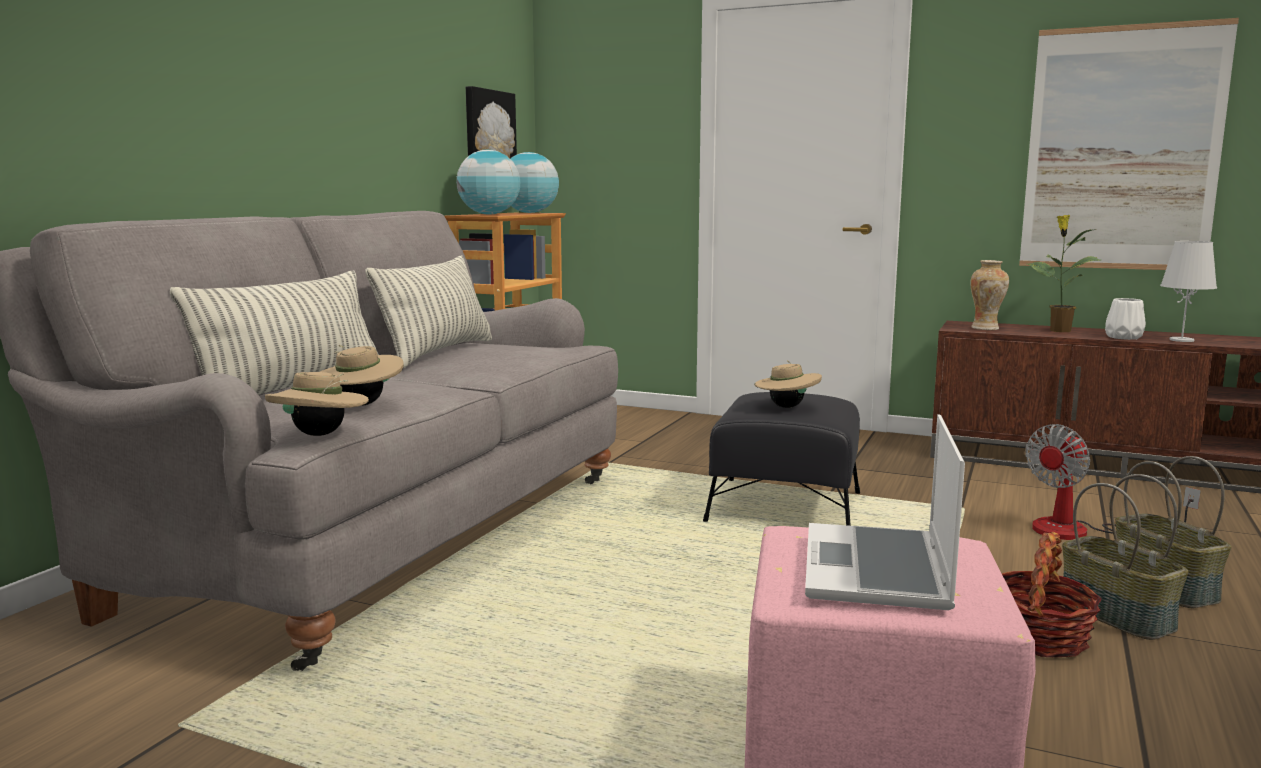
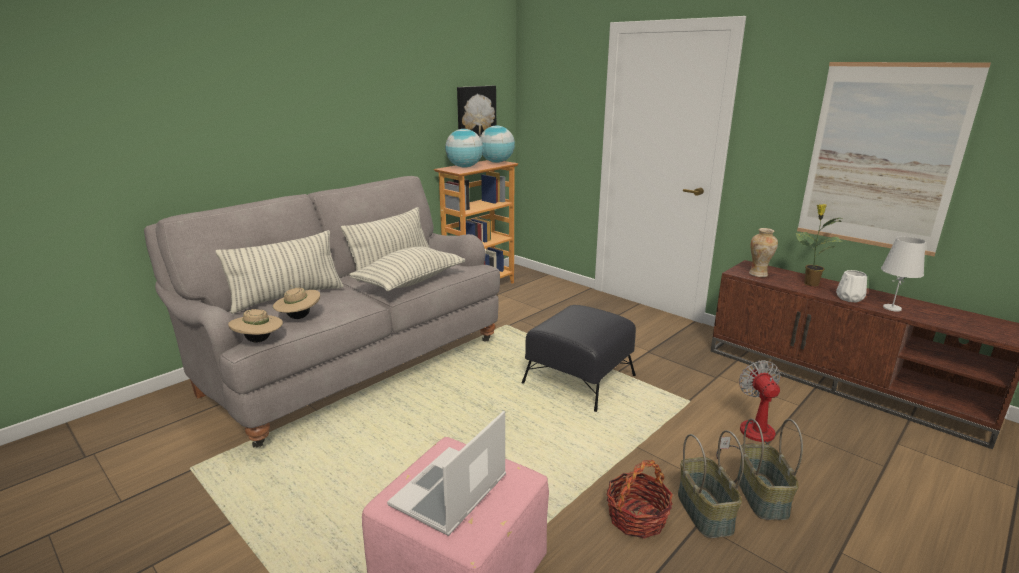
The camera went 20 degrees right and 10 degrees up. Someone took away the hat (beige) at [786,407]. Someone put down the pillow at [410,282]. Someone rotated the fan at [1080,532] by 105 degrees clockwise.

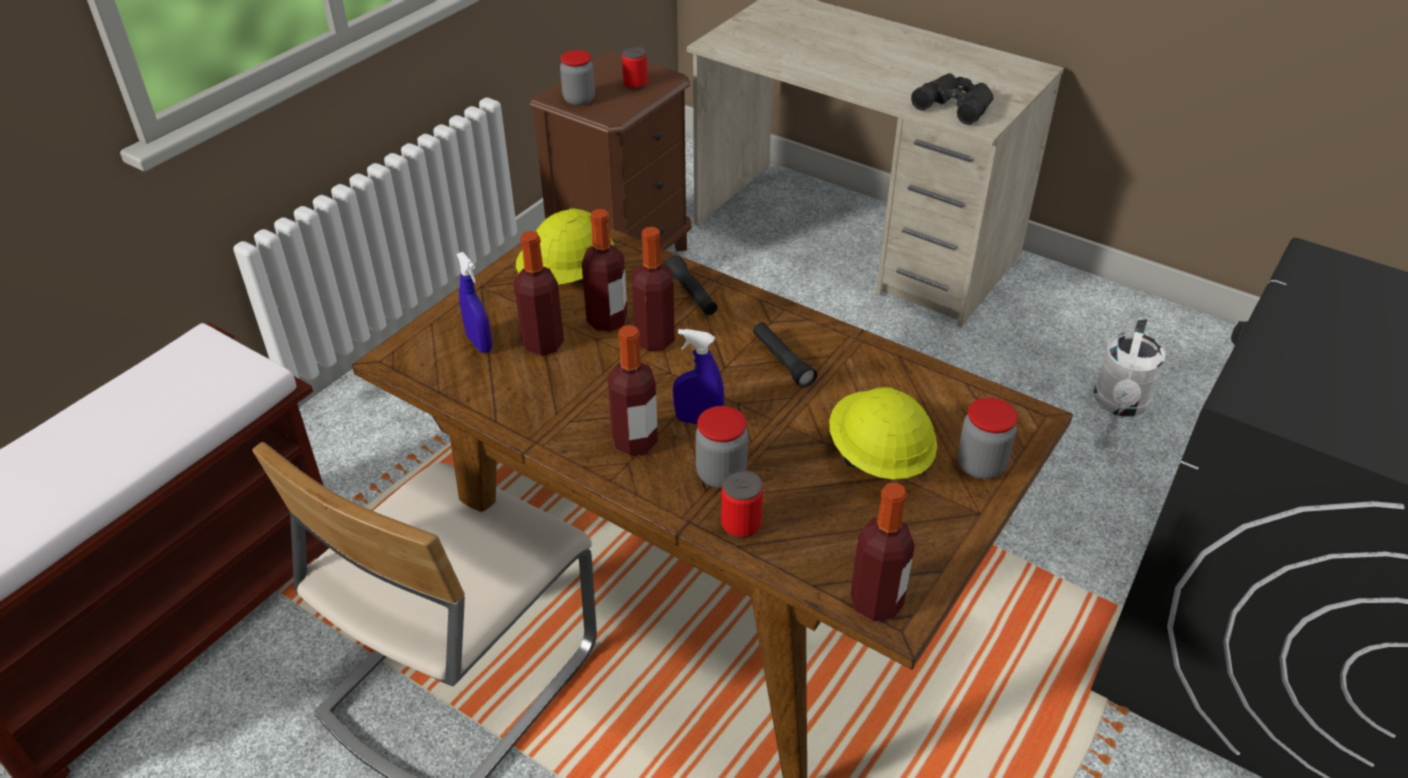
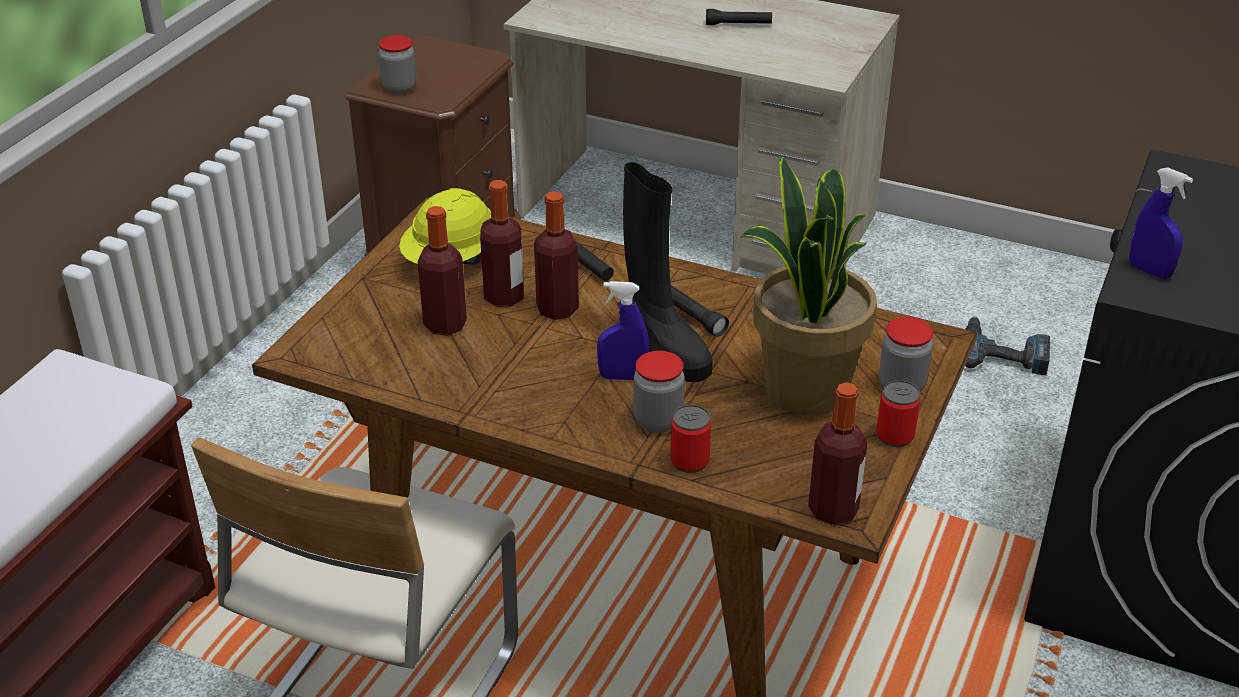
The camera went 10 degrees left and 5 degrees down. Someone took away the bottle at [635,442]. Someone took away the binoculars (black) at [956,104]. Someone put down the boot (black) at [663,348]. Someone put down the flashlight (black) at [738,24]. Someone carried the spray bottle (blue) from [479,343] to [1149,271]. Someone carried the can from [635,85] to [895,436]. Someone swapped the hard hat (yellow) at [878,457] for the potted plant at [804,389]. Someone swapped the watering can (white) at [1120,405] for the power drill at [1003,353].

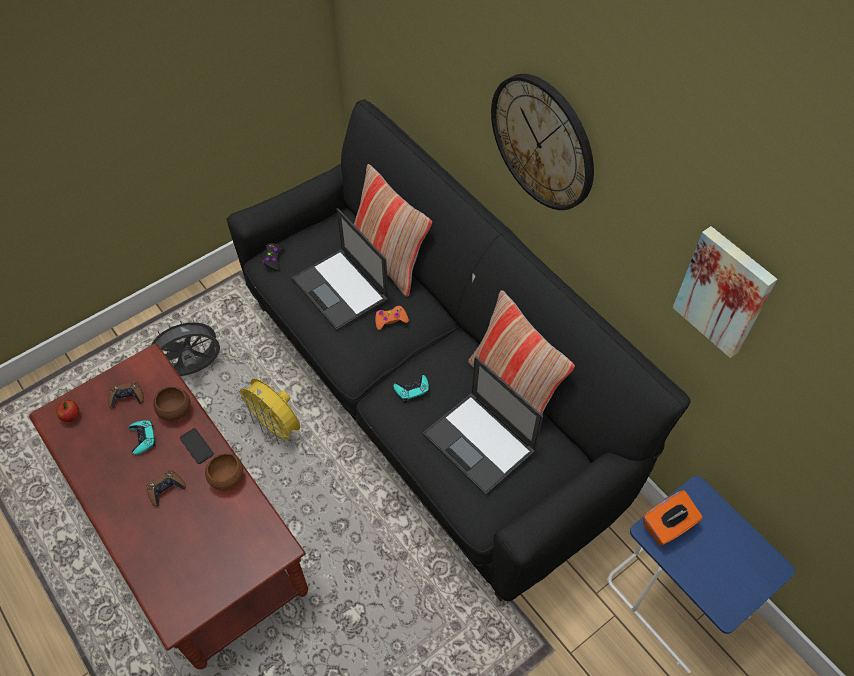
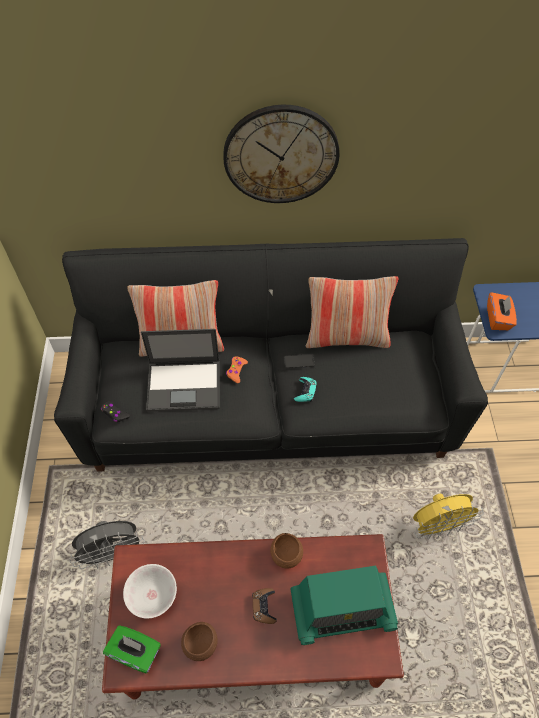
The camera went 55 degrees left and 0 degrees up. Someone took away the game controller (turquoise) at [143,438]. Someone took away the laptop at [480,443]. Someone took away the picture at [725,291]. Someone put down the radio at [342,609]. Someone carried the bowl (brown) from [175,411] to [201,644]. Someone carried the phone from [196,446] to [299,361]. Someone carried the fan (yellow) from [276,428] to [438,526]. Someone swapped the apple at [71,416] for the tissue box (green) at [135,652]. Someone swapped the game controller (brown) at [127,397] for the bowl (white) at [152,595]. Someone rotated the fan (grey) at [193,370] by 120 degrees counterclockwise.

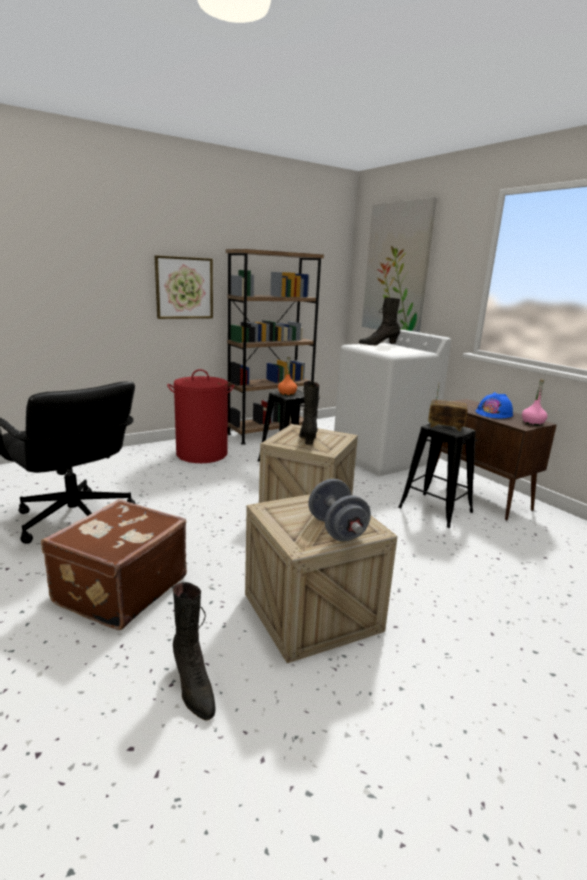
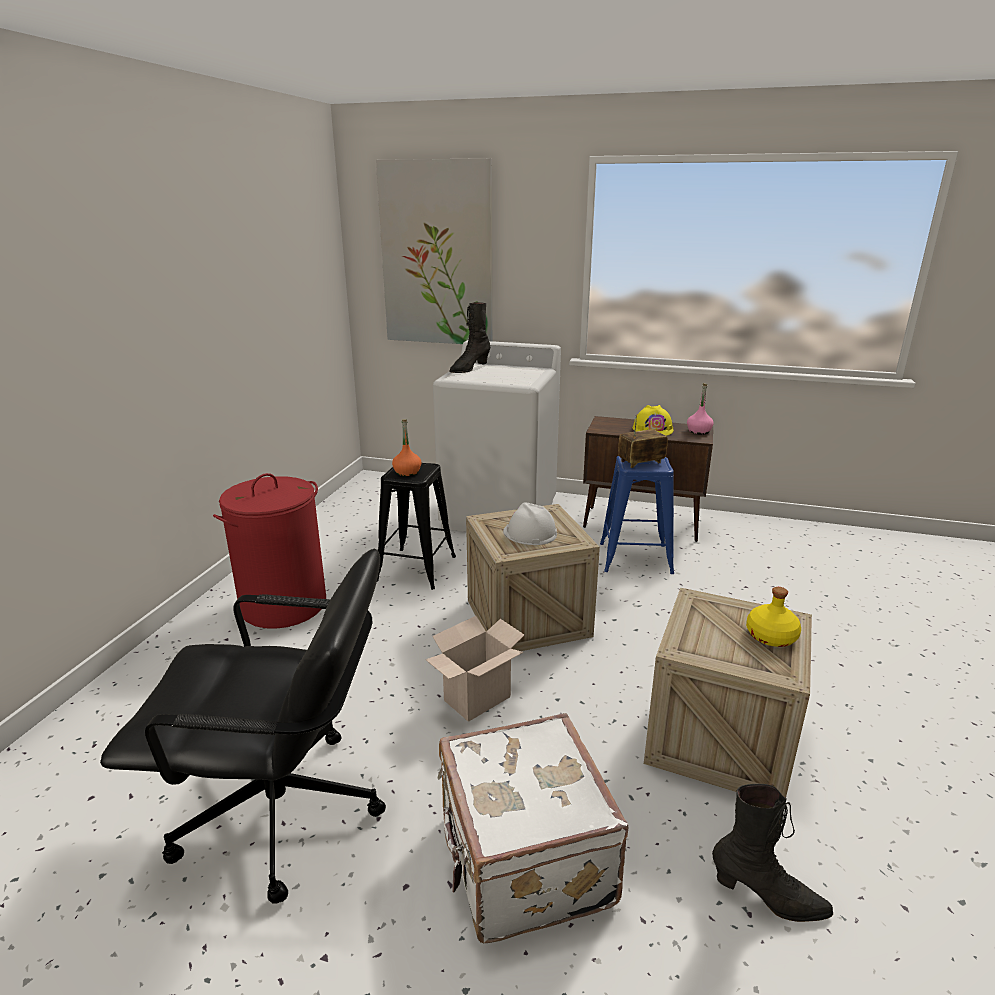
The camera went 40 degrees left and 5 degrees up. Someone took away the picture at [184,288]. Someone took away the bookcase (brown) at [269,433]. Someone put down the cardboard box at [477,700]. Someone swapped the boot (black) at [308,439] for the hard hat (white) at [529,533]. Someone swapped the dumbbell (grey) at [337,530] for the bottle (yellow) at [770,636]. Someone repainted the suitcase (brown) at [119,589], which became the suitcase (white) at [522,860]. Someone repainted the stool (black) at [435,510], which became the stool (blue) at [635,558]. Someone repainted the hard hat (blue) at [494,413], which became the hard hat (yellow) at [653,429].

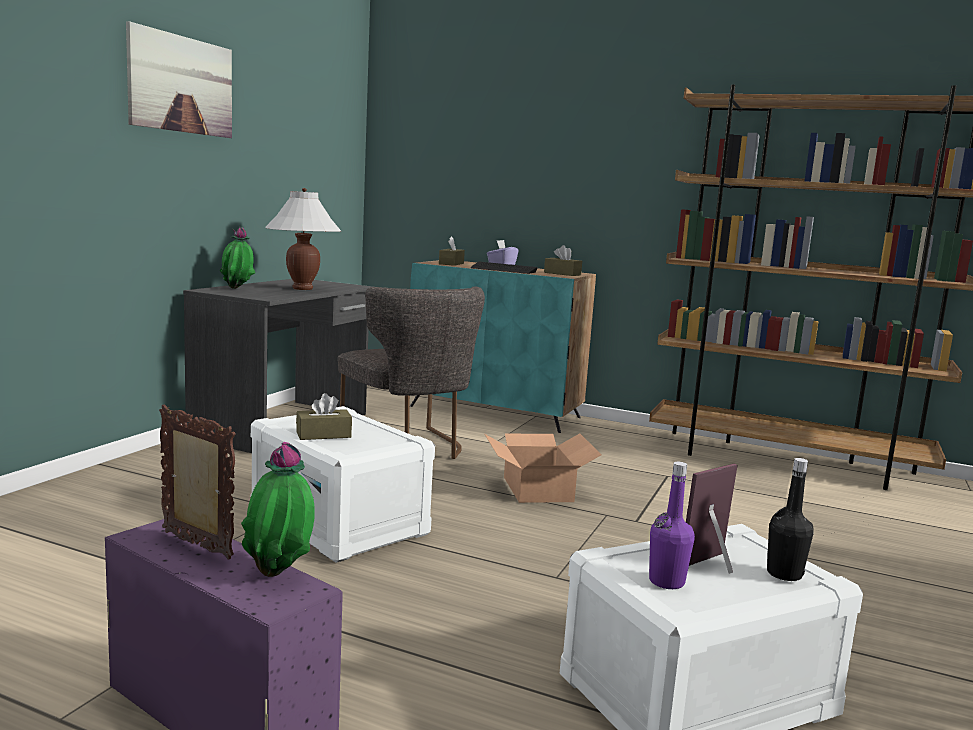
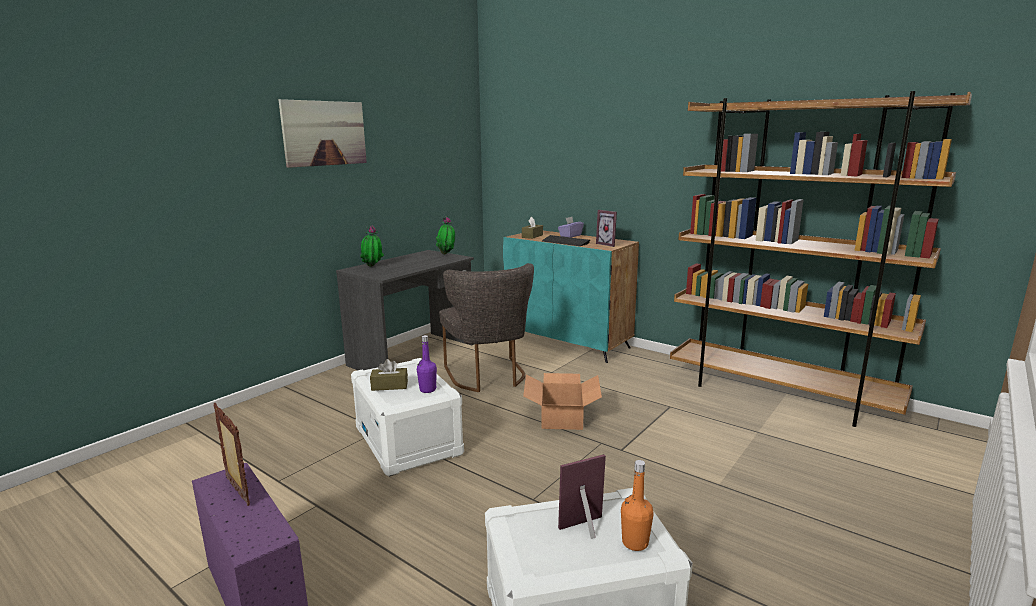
The camera went 15 degrees right and 5 degrees up. Someone took away the table lamp (white) at [303,288]. Someone carried the potted plant from [280,574] to [447,254]. Someone carried the bottle (purple) from [666,582] to [427,390]. Someone swapped the tissue box (brown) at [562,274] for the picture frame at [608,244]. Someone repainted the bottle (black) at [784,574], which became the bottle (orange) at [635,543].

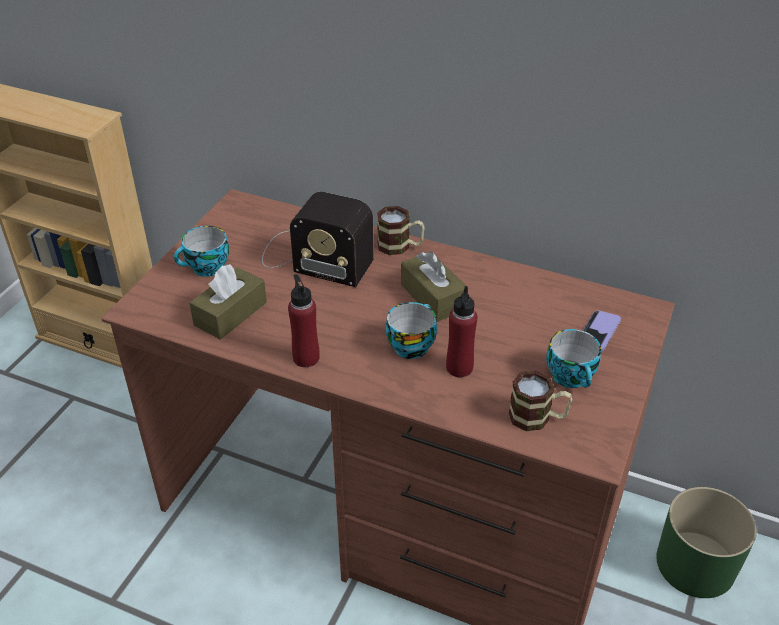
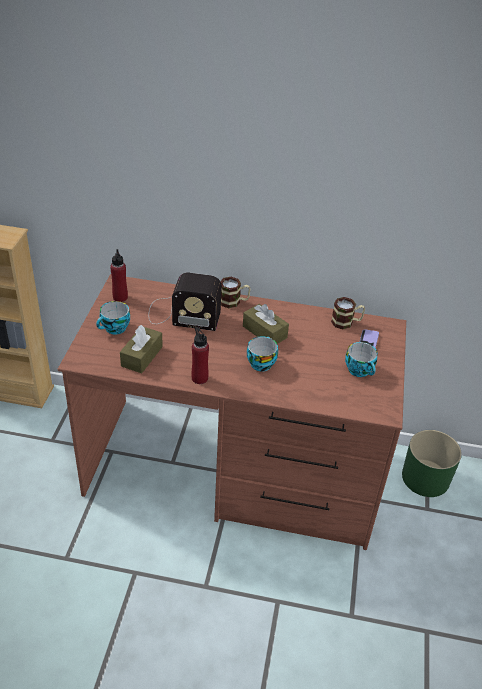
The camera went 15 degrees left and 0 degrees up. Someone carried the bottle (red) from [459,368] to [120,297]. Someone carried the mug from [538,418] to [346,322].

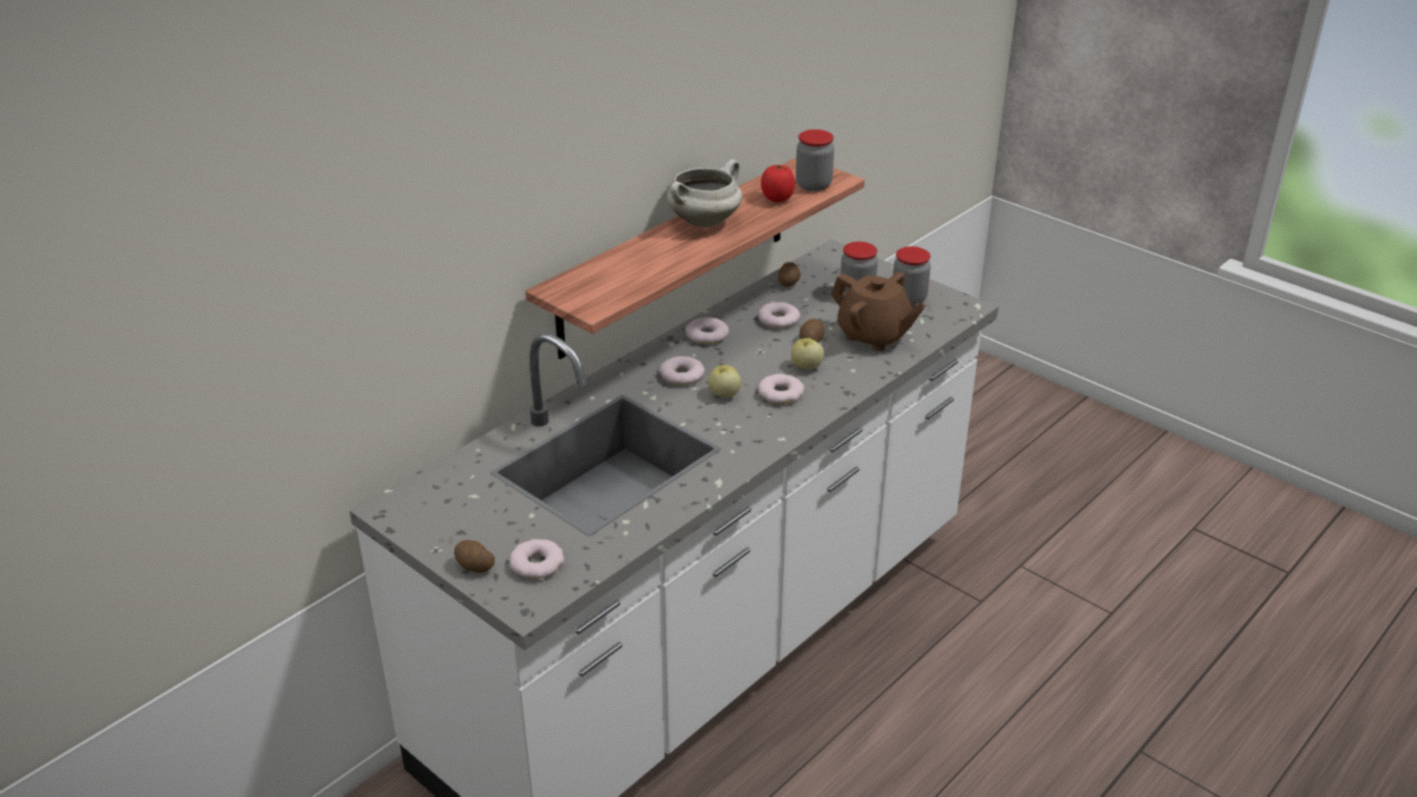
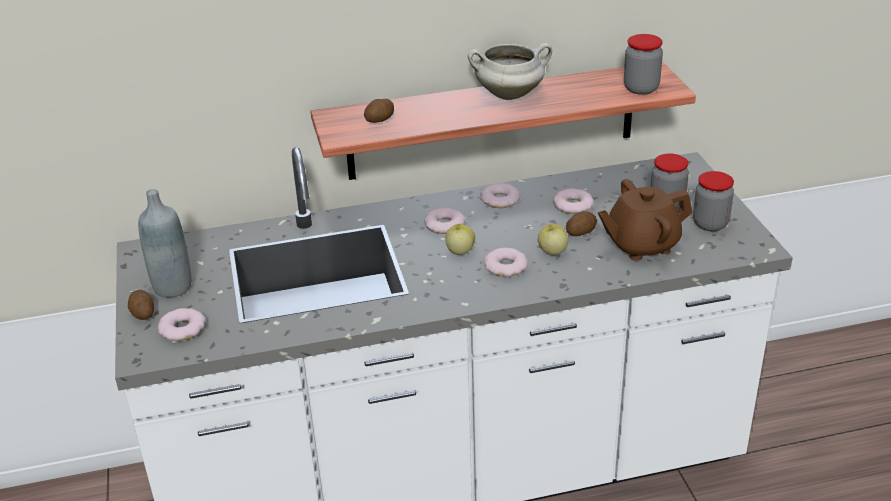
The camera went 35 degrees right and 0 degrees up. Someone took away the tomato at [777,199]. Someone put down the bottle (grey) at [172,287]. Someone carried the potato from [789,283] to [380,120]. Someone rotated the teapot (brown) at [874,335] by 90 degrees clockwise.

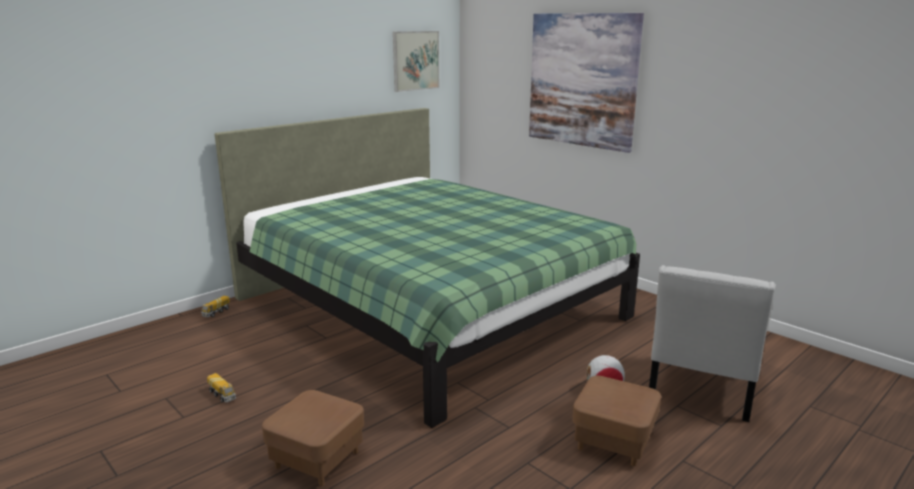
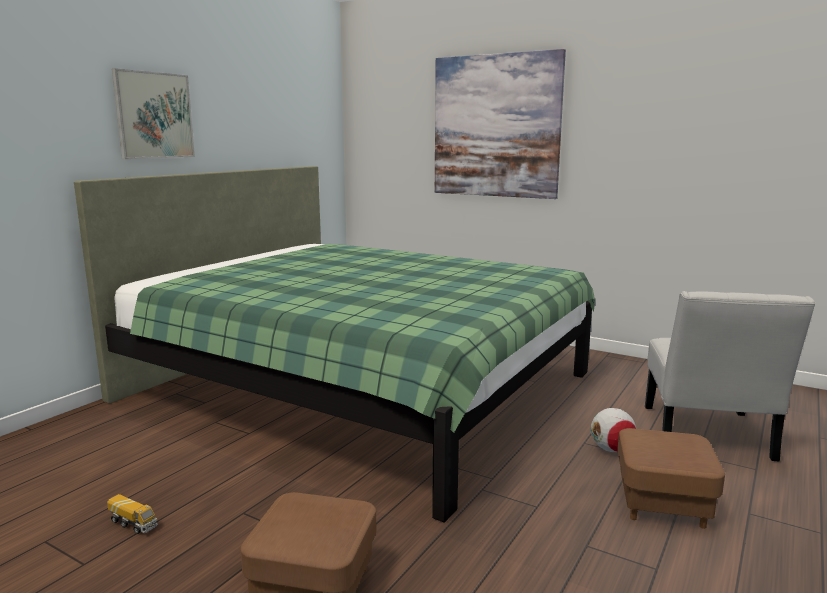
The camera went 15 degrees left and 5 degrees down. Someone took away the toy truck at [216,312]. Someone carried the picture from [416,60] to [154,115].

